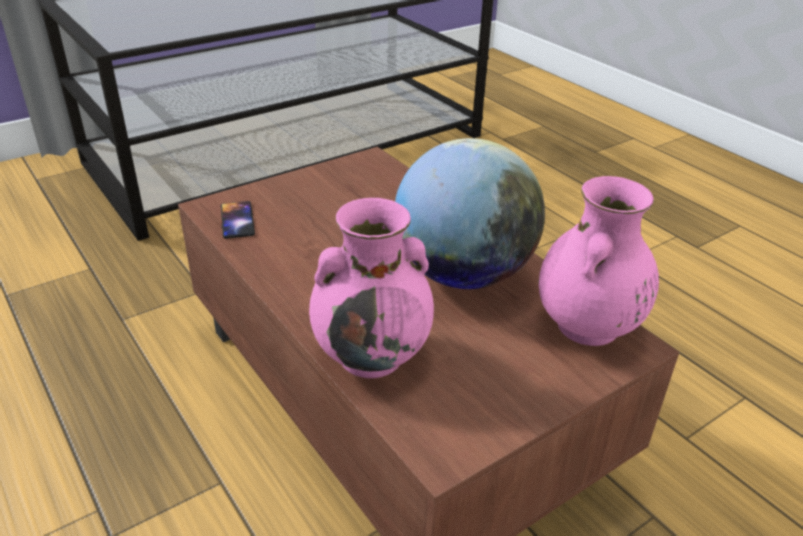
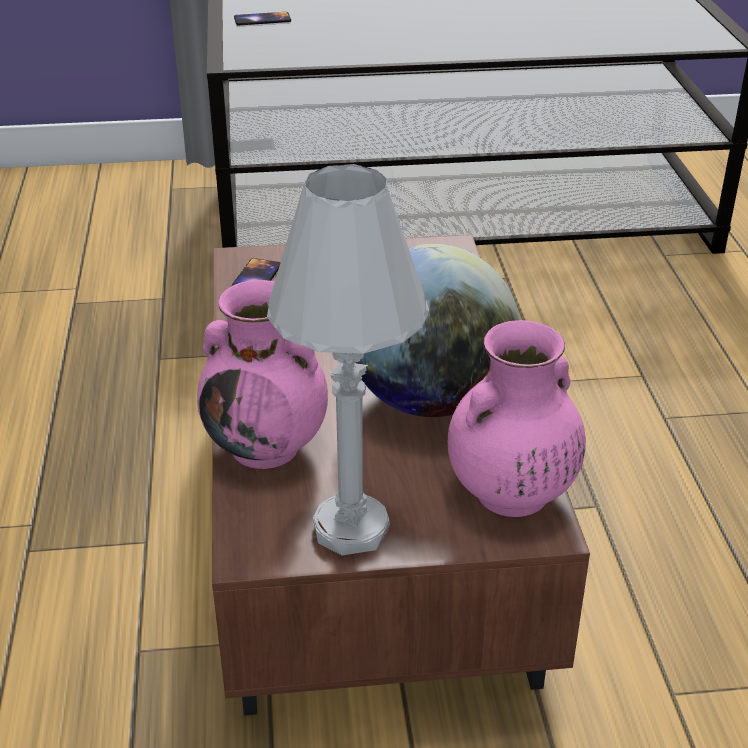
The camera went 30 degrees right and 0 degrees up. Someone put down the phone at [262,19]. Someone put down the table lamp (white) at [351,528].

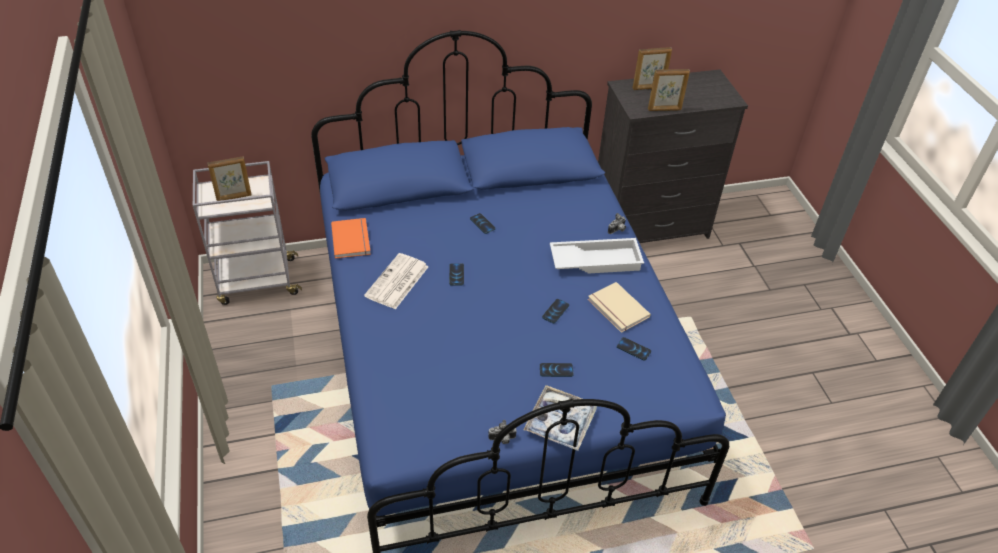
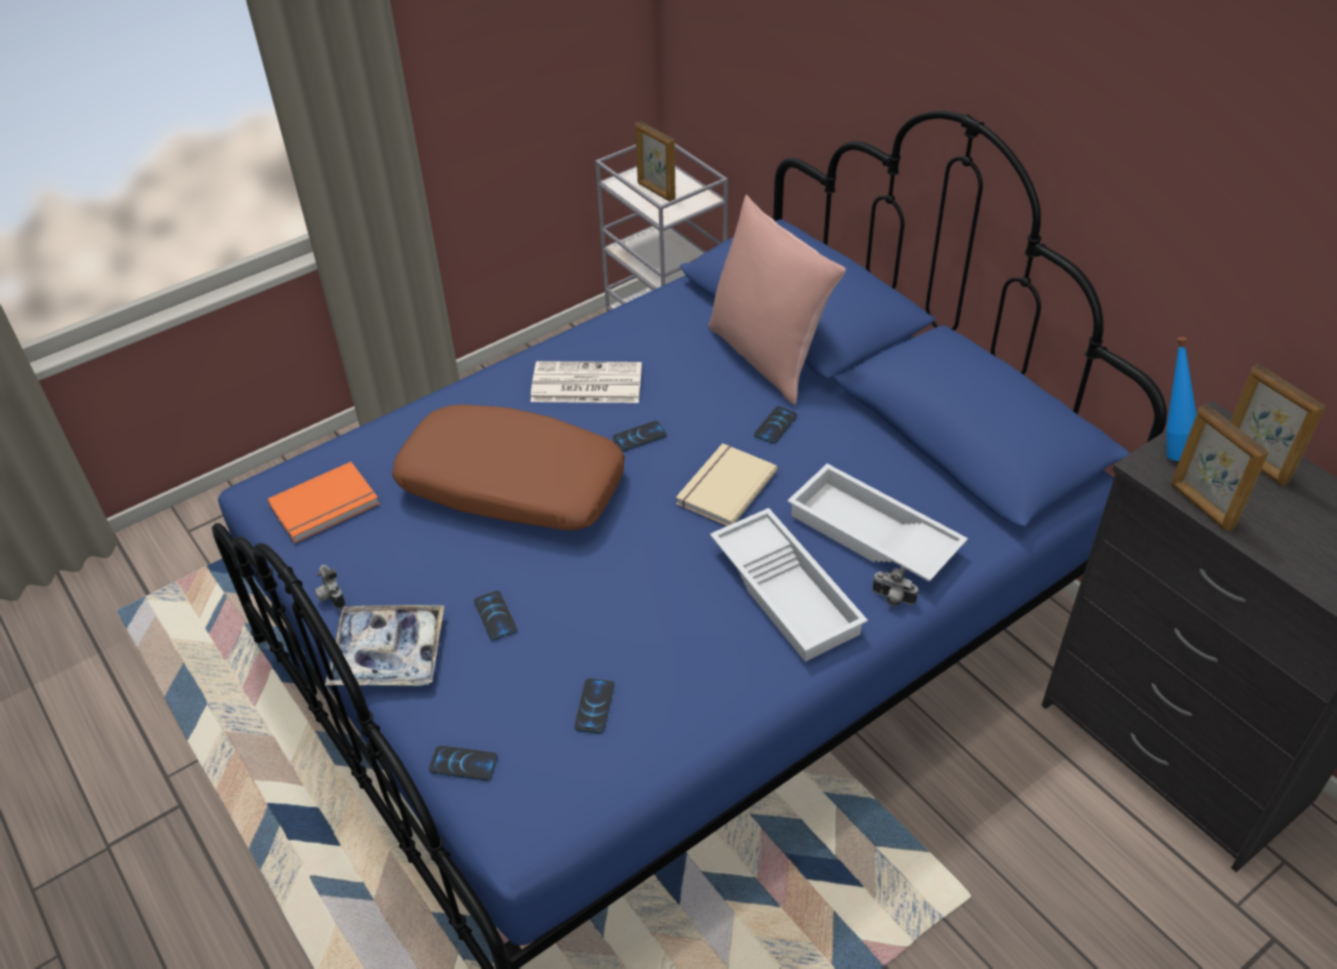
The camera went 70 degrees right and 0 degrees up. Someone put down the pillow (brown) at [511,486]. Someone put down the pillow (pink) at [767,357]. Someone put down the tray (white) at [871,535]. Someone put down the bottle (blue) at [1168,447]. Someone carried the book (orange) from [352,239] to [326,506]. Someone carried the phone from [555,311] to [463,764]. Someone carried the book (beige) from [617,309] to [723,487].

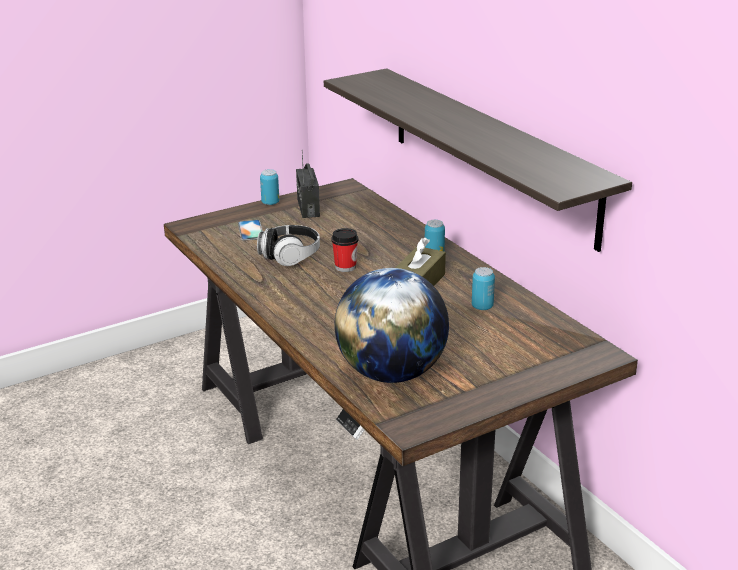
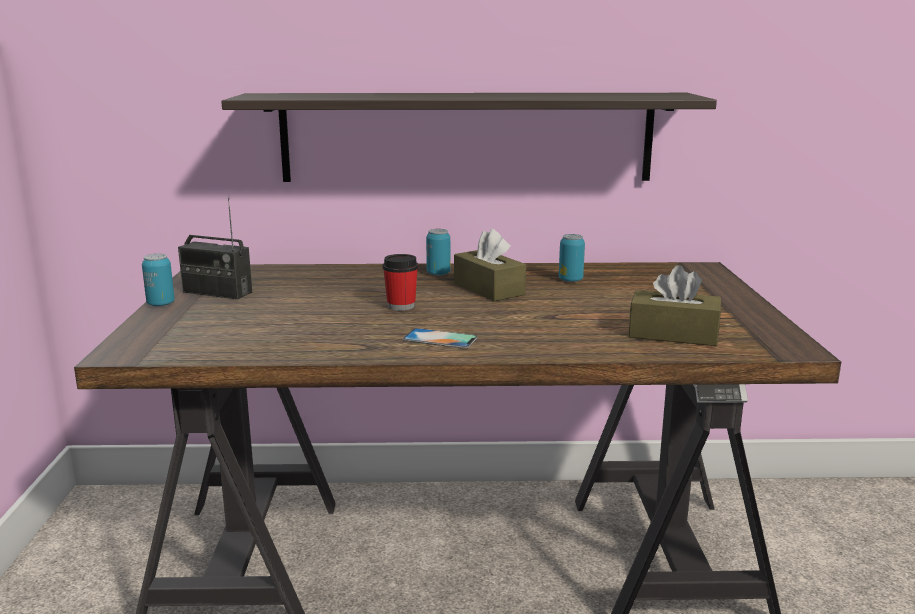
The camera went 60 degrees left and 10 degrees down. Someone took away the headphones at [290,256]. Someone carried the phone from [250,230] to [440,339]. Someone swapped the globe at [391,373] for the tissue box (brown) at [673,334].

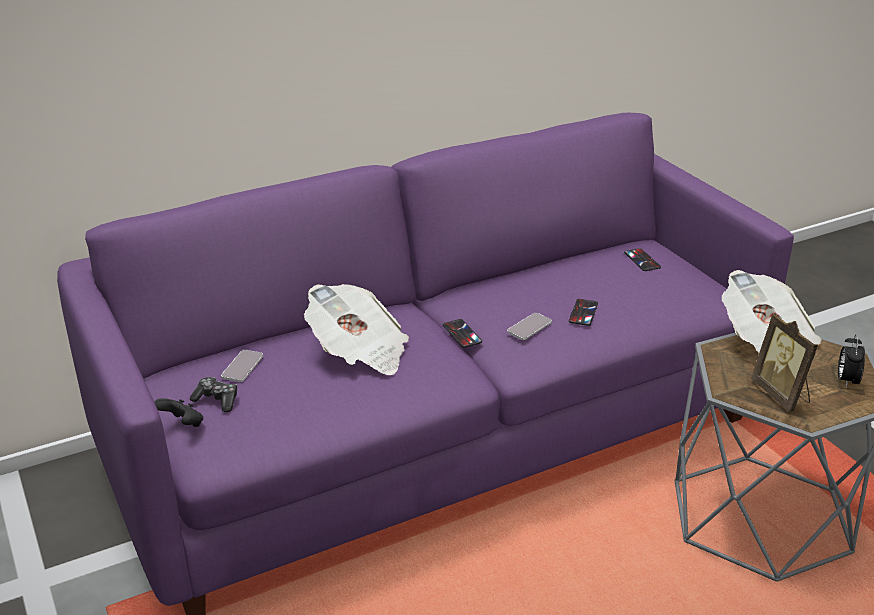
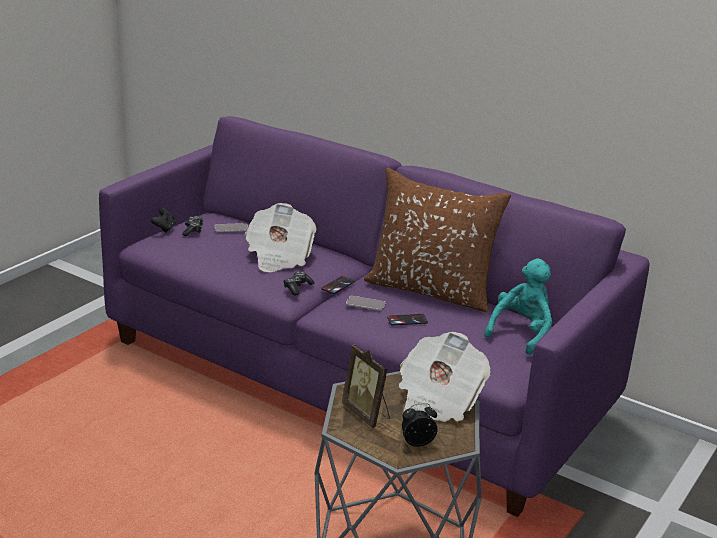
The camera went 60 degrees right and 5 degrees down. Someone put down the game controller at [297,287]. Someone put down the pillow (brown) at [431,290]. Someone swapped the phone at [642,260] for the plush toy (turquoise) at [521,333]. Someone rotated the picture frame at [781,394] by 75 degrees counterclockwise.

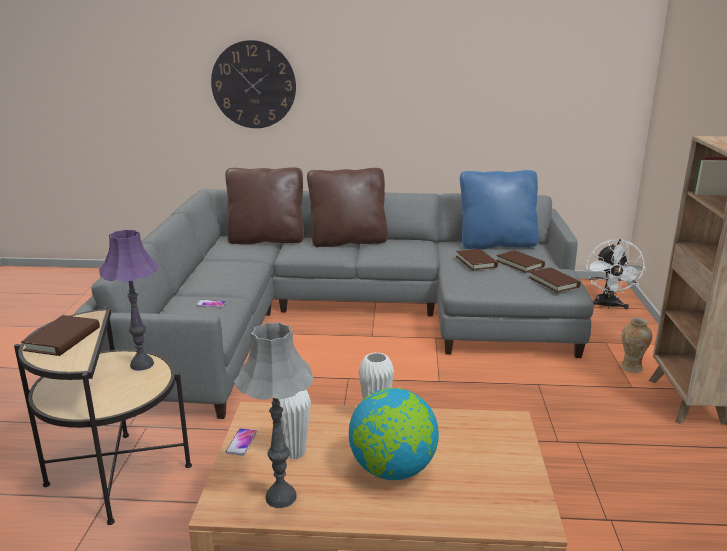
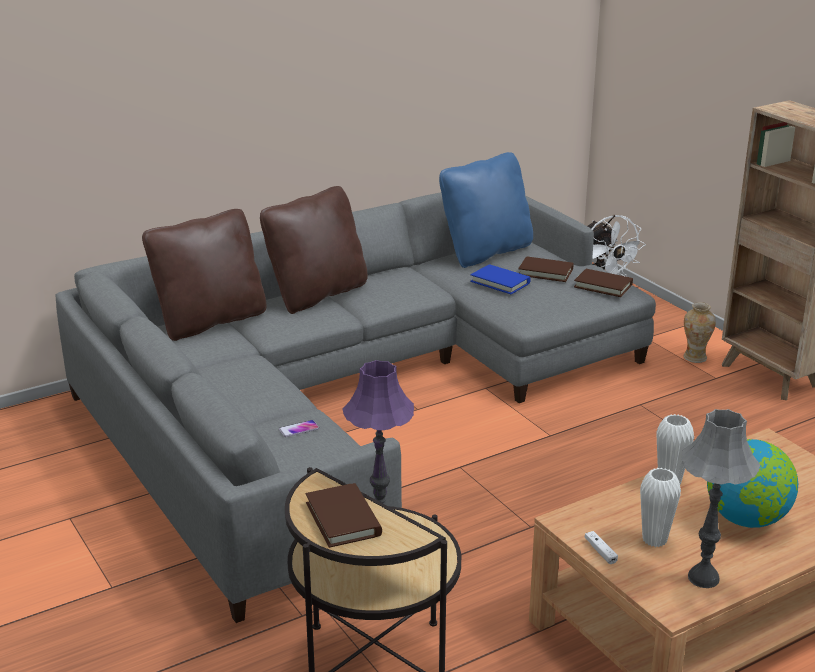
The camera went 35 degrees left and 5 degrees up. Someone took away the wall clock at [253,85]. Someone swapped the phone at [241,442] for the game controller (white) at [600,551]. Someone repainted the book (brown) at [476,262], which became the book (blue) at [500,282].

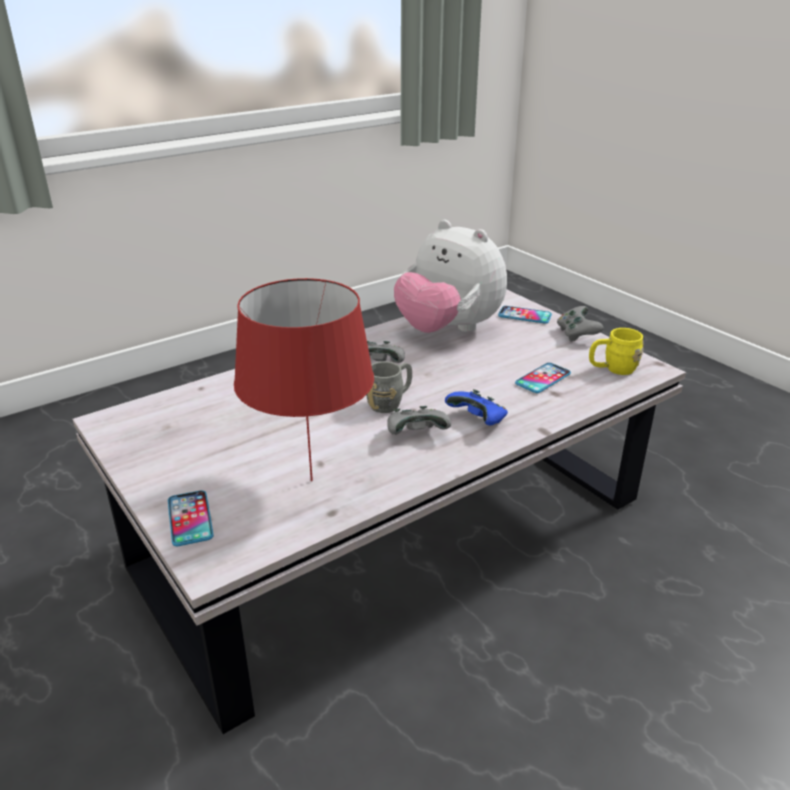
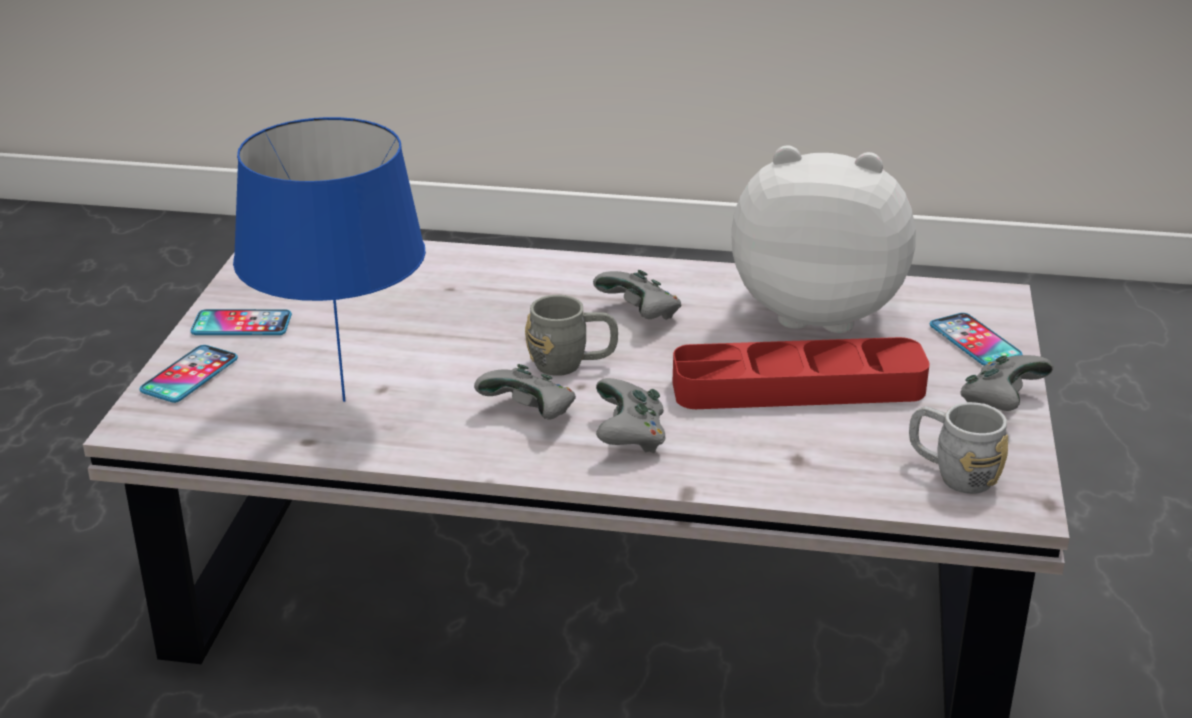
The camera went 45 degrees right and 0 degrees up. Someone put down the tray (red) at [798,387]. Someone carried the phone from [543,379] to [241,324]. Someone repainted the table lamp (red) at [311,479], which became the table lamp (blue) at [345,399]. Someone repainted the game controller (blue) at [478,421], which became the game controller (grey) at [630,438]. Someone repainted the mug (yellow) at [612,369], which became the mug (grey) at [952,473]. Someone rotated the plush toy at [448,330] by 105 degrees clockwise.

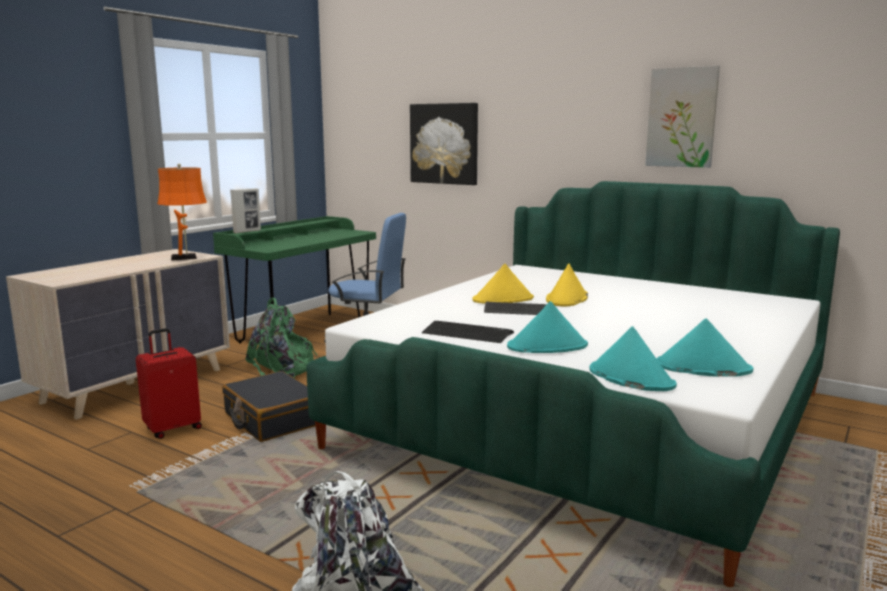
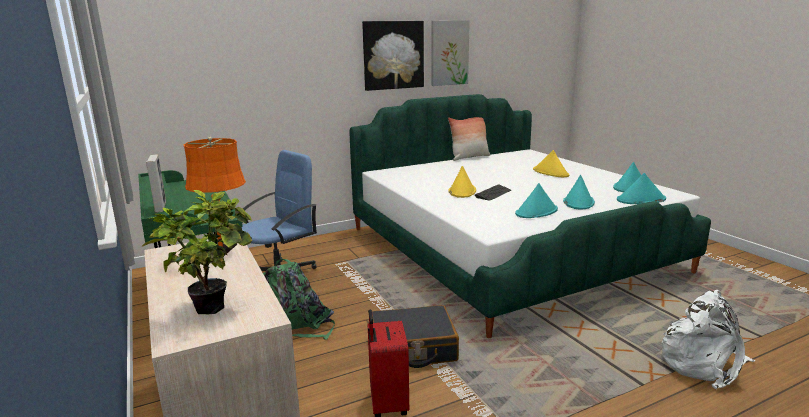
The camera went 60 degrees left and 5 degrees up. Someone put down the potted plant at [213,305]. Someone put down the pillow at [469,157]. Someone carried the picture from [444,144] to [393,55]. Someone carried the hat (yellow) from [567,299] to [550,173]. Someone swapped the keyboard at [467,333] for the hat (turquoise) at [536,212].

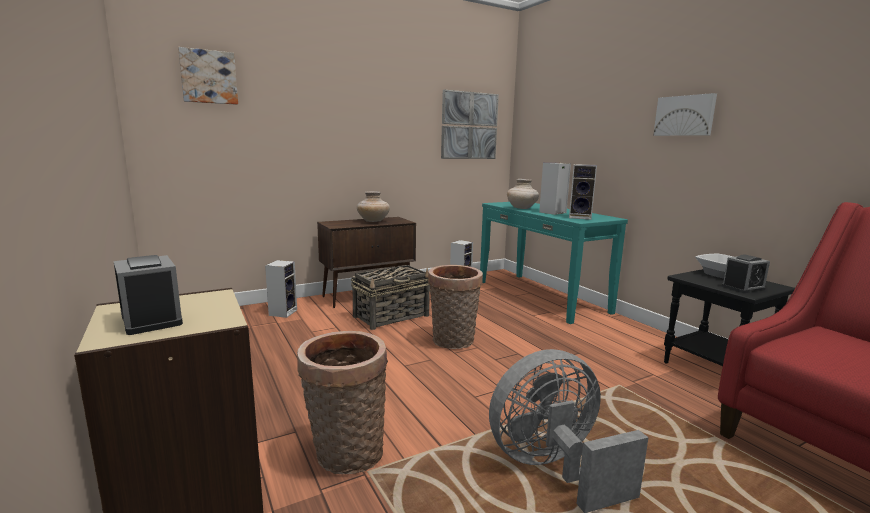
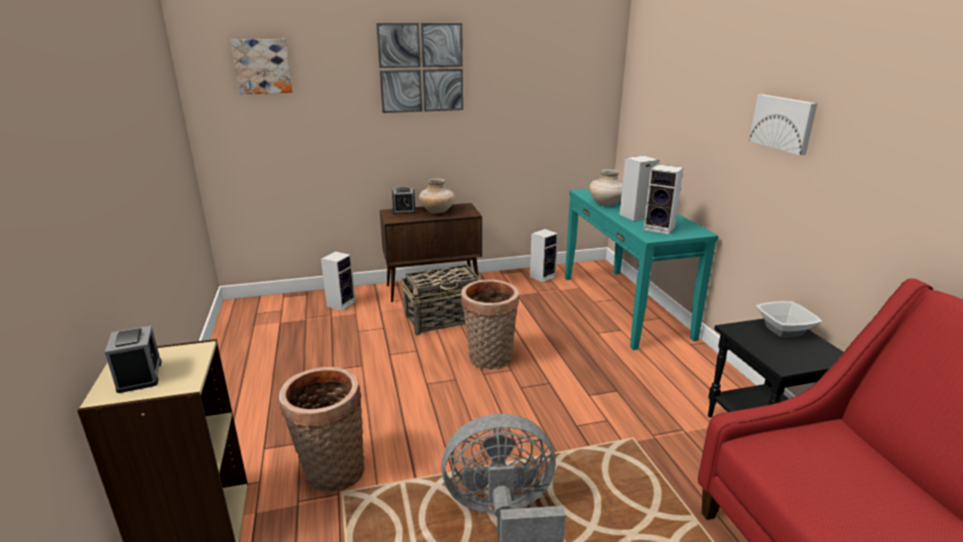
The camera went 15 degrees right and 10 degrees up. Someone carried the picture from [469,126] to [421,68]. Someone carried the alarm clock from [743,288] to [404,211].

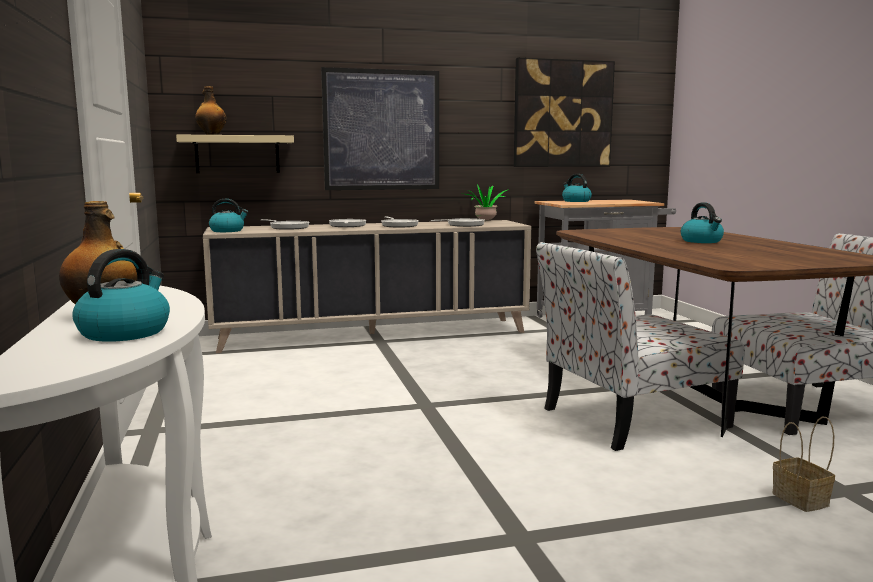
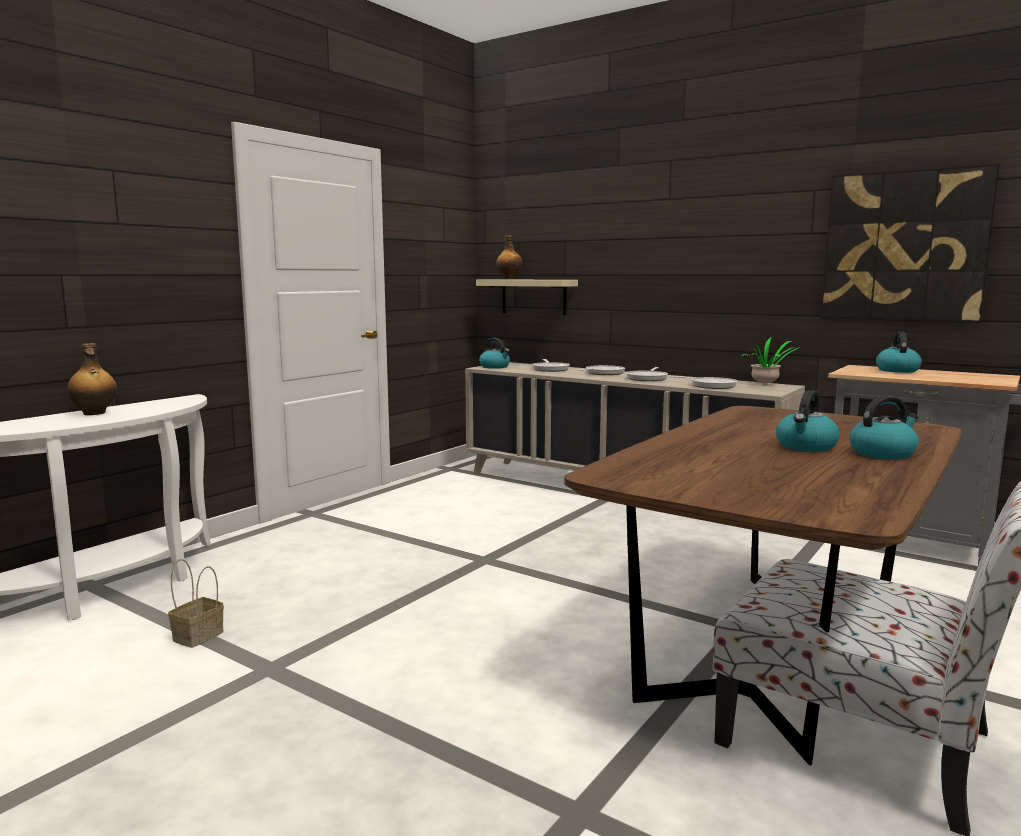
The camera went 50 degrees right and 0 degrees up. Someone took away the picture at [381,130]. Someone took away the chair at [630,418]. Someone carried the kettle from [125,332] to [882,453]. Someone carried the basket from [802,500] to [197,637].

